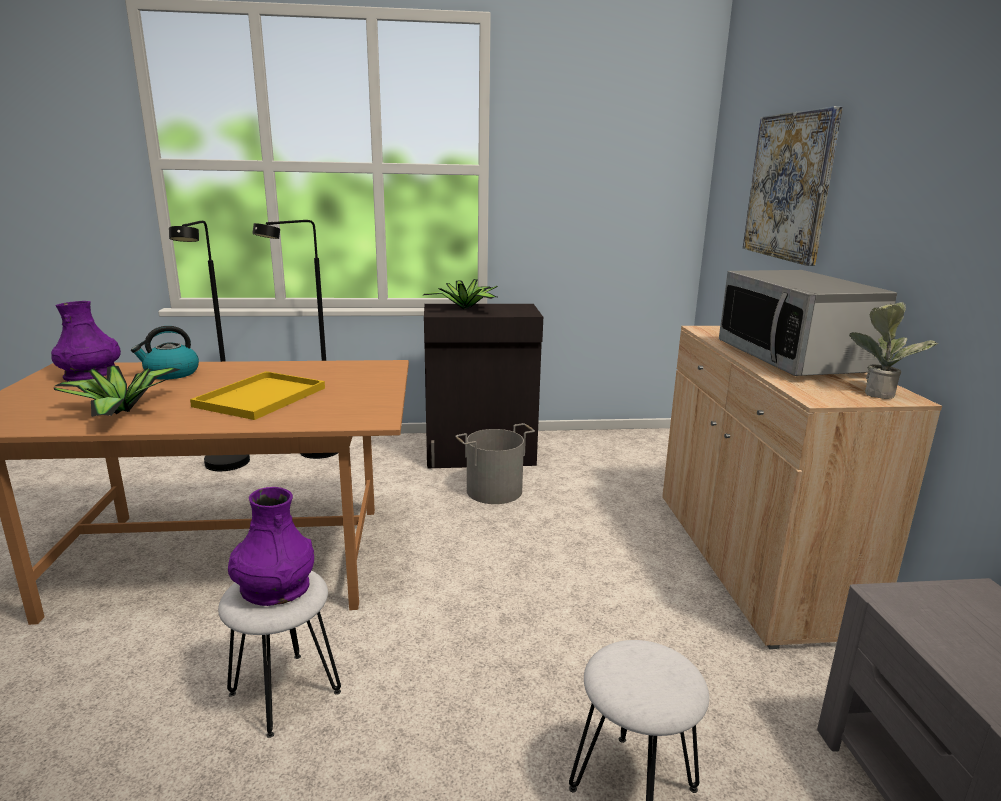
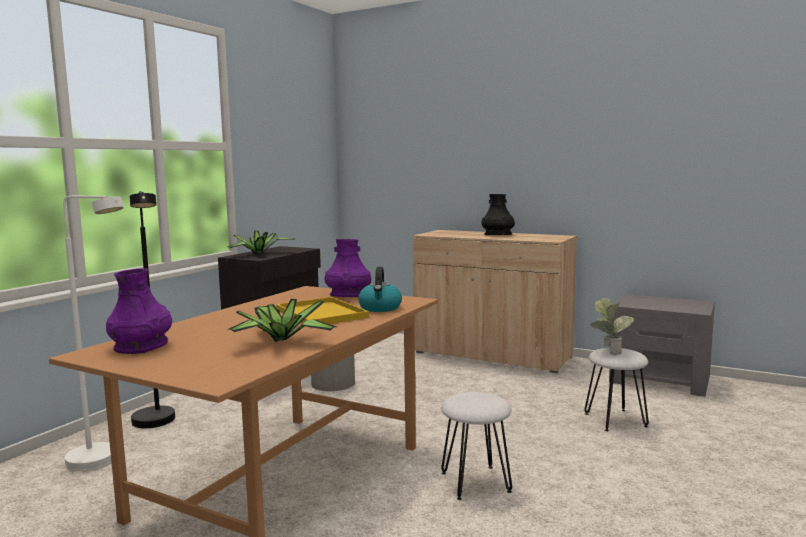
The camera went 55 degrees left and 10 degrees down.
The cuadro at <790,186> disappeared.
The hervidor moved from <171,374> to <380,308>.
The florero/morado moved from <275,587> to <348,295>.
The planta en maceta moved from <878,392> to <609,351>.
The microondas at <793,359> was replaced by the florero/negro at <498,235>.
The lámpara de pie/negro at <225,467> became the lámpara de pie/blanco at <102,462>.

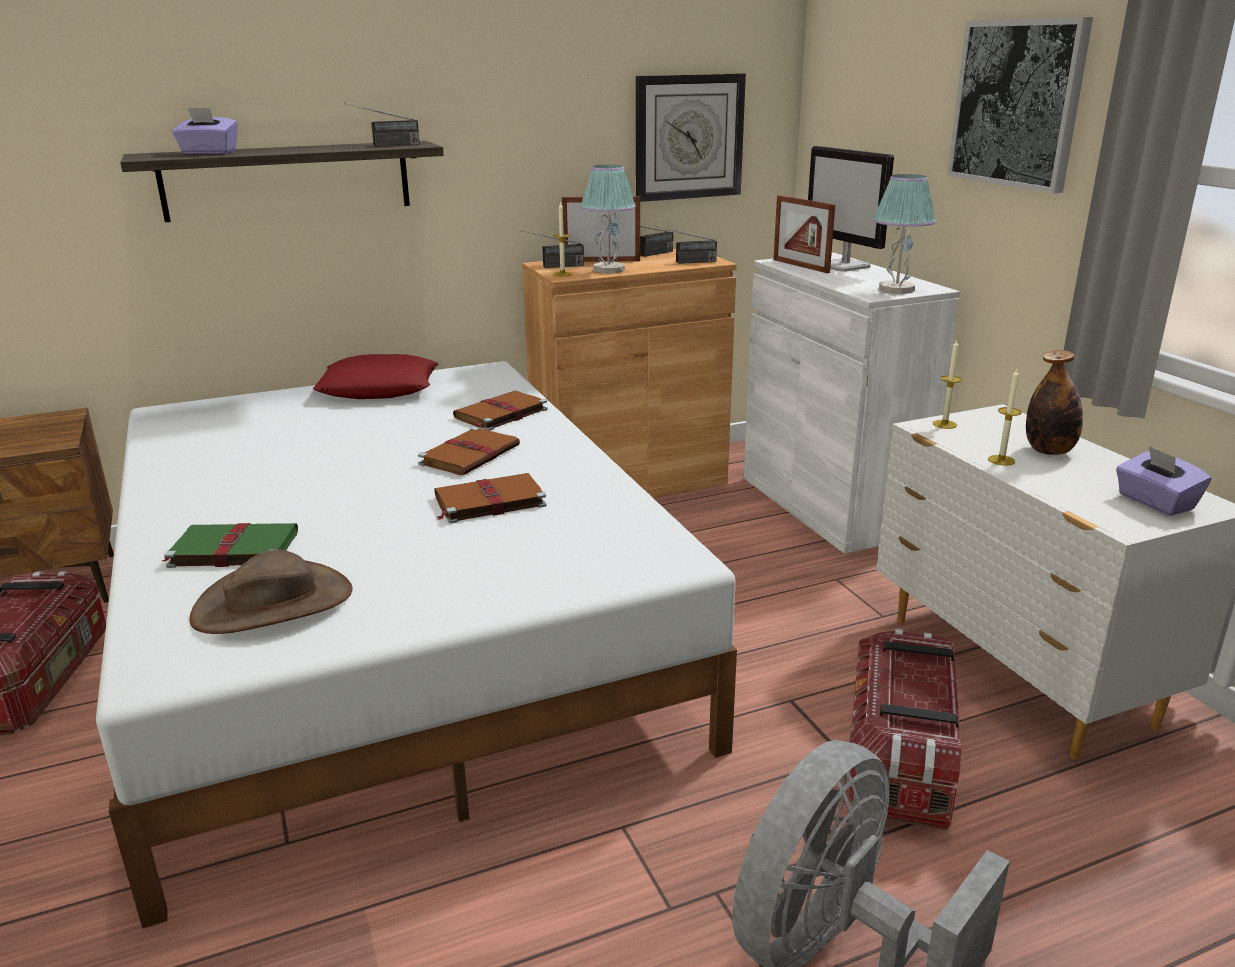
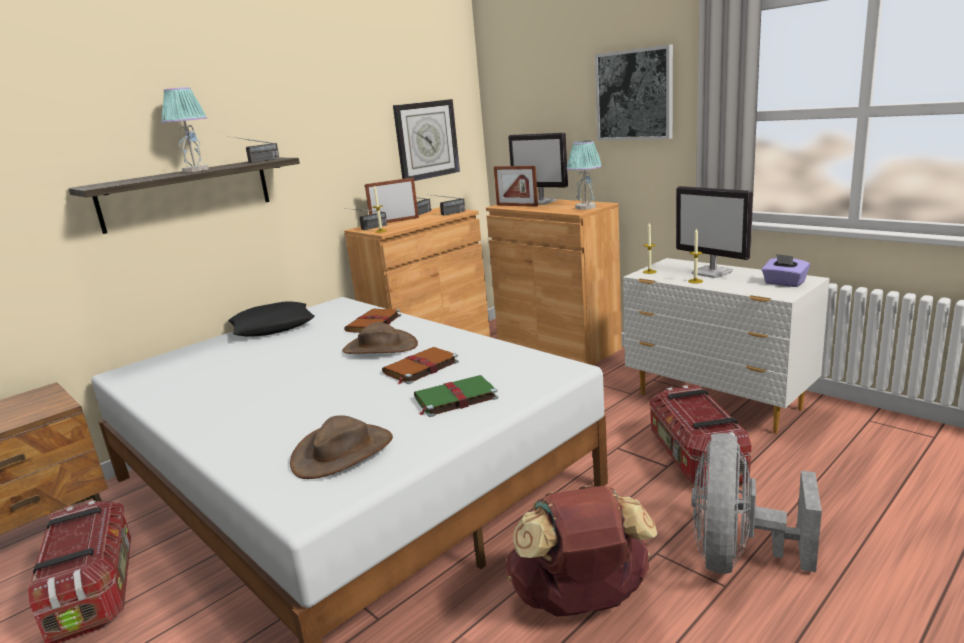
The camera went 20 degrees left and 5 degrees down.
The caja de pañuelos/morado at <209,153> disappeared.
The mochila/marrón at <580,601> appeared.
The libro/verde moved from <232,549> to <454,398>.
The lámpara de mesa moved from <608,270> to <196,170>.
The libro/marrón at <471,455> was replaced by the sombrero/marrón at <380,347>.
The botella at <1049,451> was replaced by the monitor at <712,273>.
The cojín/rojo at <379,388> became the cojín/negro at <273,327>.
The armario/blanco at <829,505> became the armario/marrón at <558,346>.

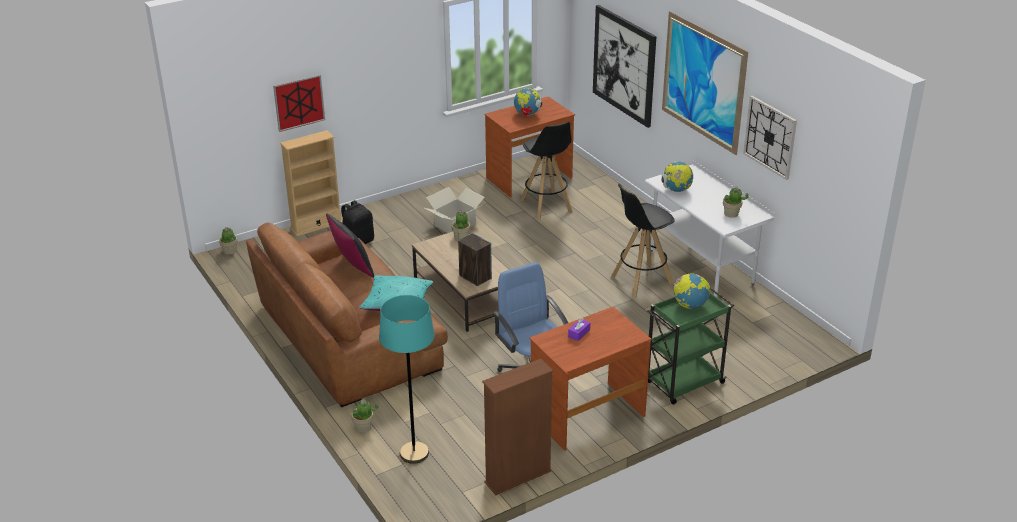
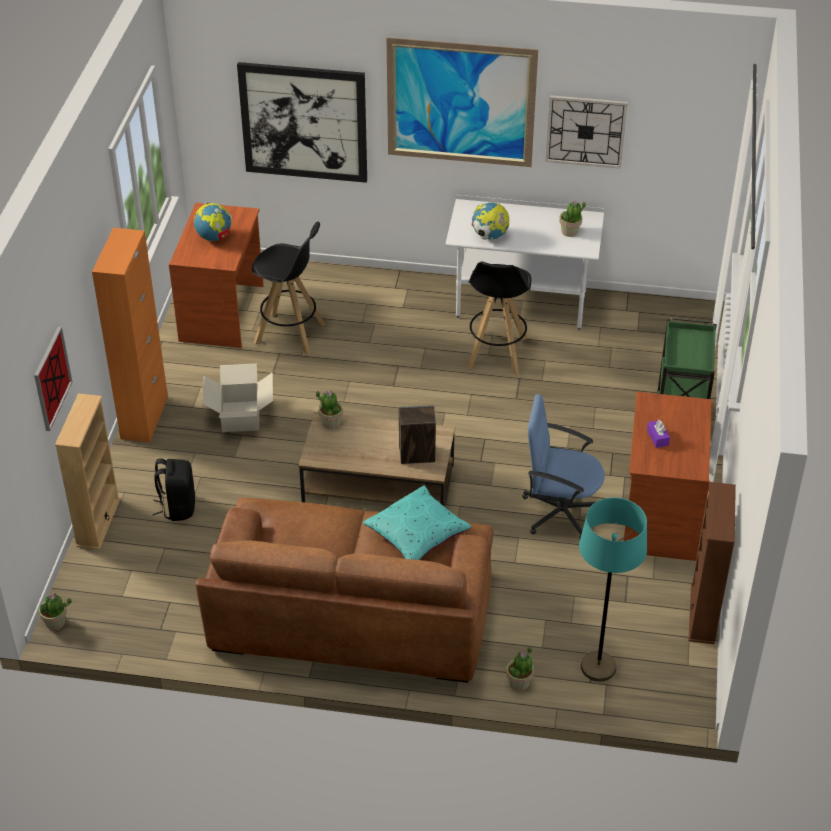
The camera went 50 degrees left and 10 degrees up.
The cojín/negro at <352,267> disappeared.
The globo terráqueo at <690,306> disappeared.
The armario/naranja at <144,417> appeared.

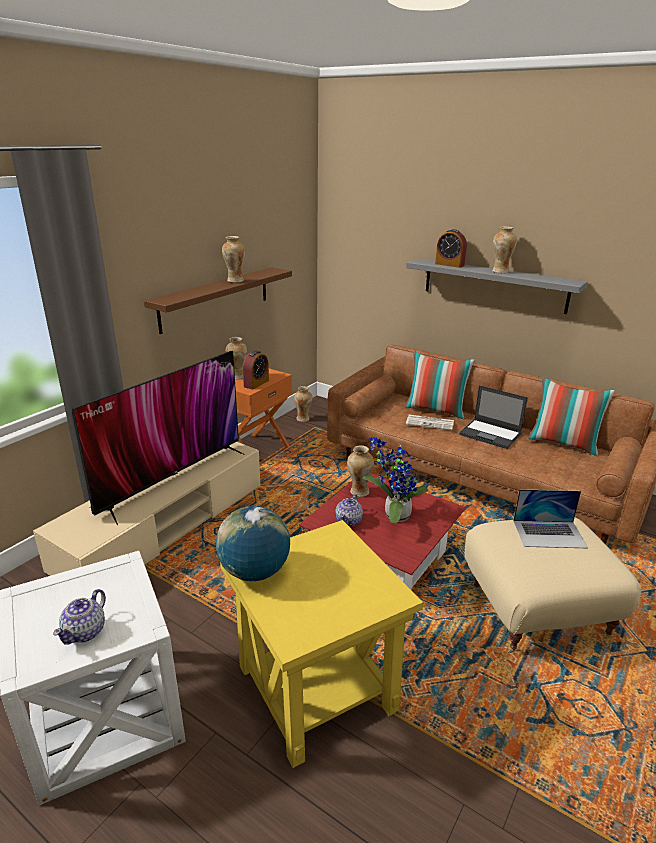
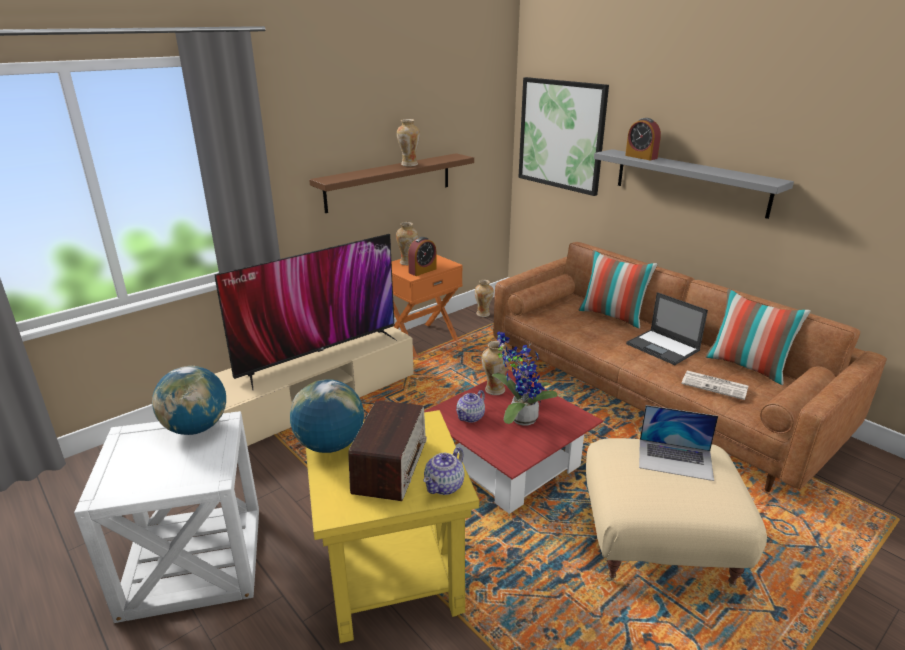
The camera went 15 degrees right and 0 degrees up.
The florero at <500,271> disappeared.
The globo terráqueo at <196,428> appeared.
The radio at <390,466> appeared.
The cuadro at <561,135> appeared.
The tetera moved from <85,631> to <445,485>.
The periódico moved from <430,423> to <715,385>.

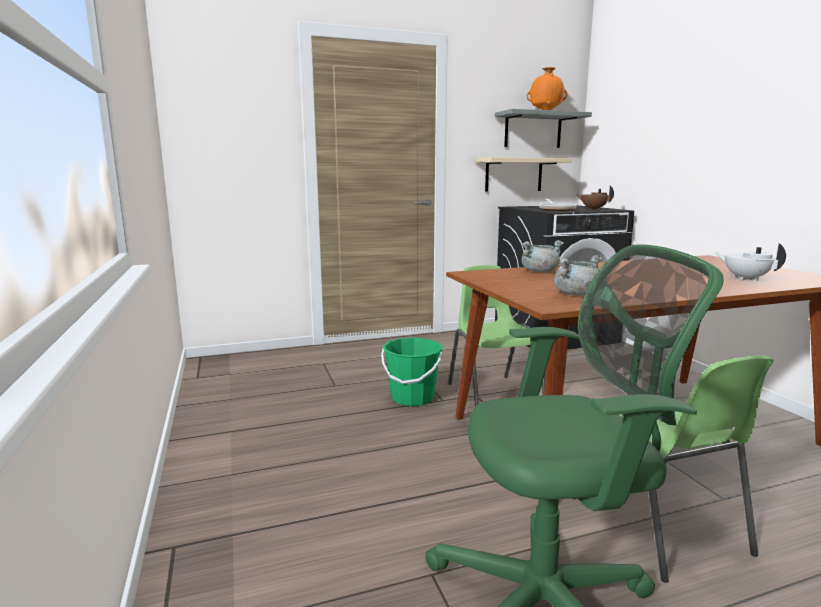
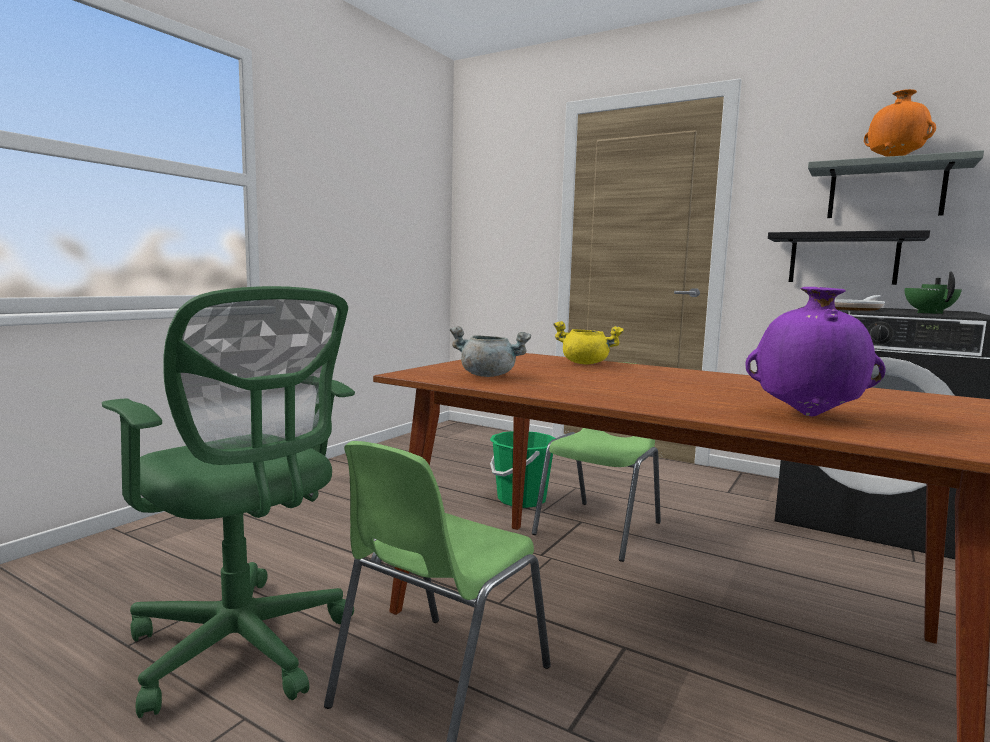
The camera went 50 degrees right and 5 degrees down.
The tetera/blanco at <745,279> was replaced by the florero/morado at <808,415>.
The estante/beis at <513,175> became the estante/negro at <843,259>.
The olla/gris at <539,271> became the olla/amarillo at <586,363>.
The tetera/marrón at <593,209> became the tetera/verde at <929,313>.

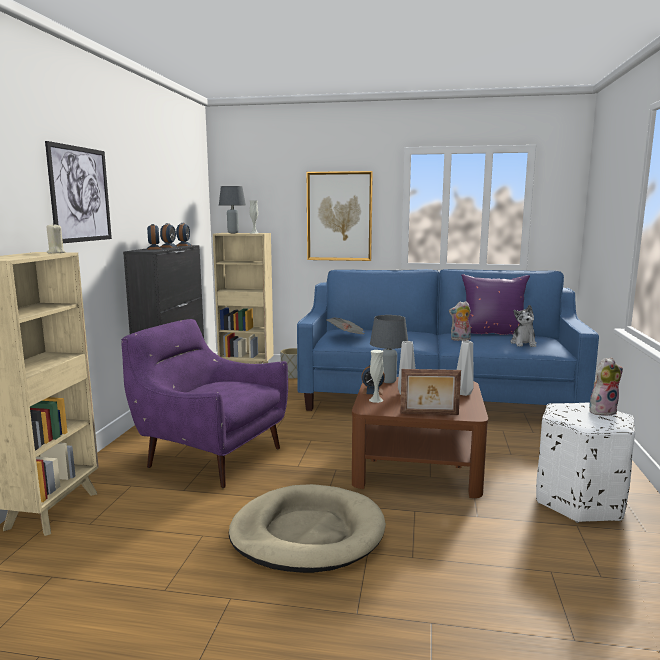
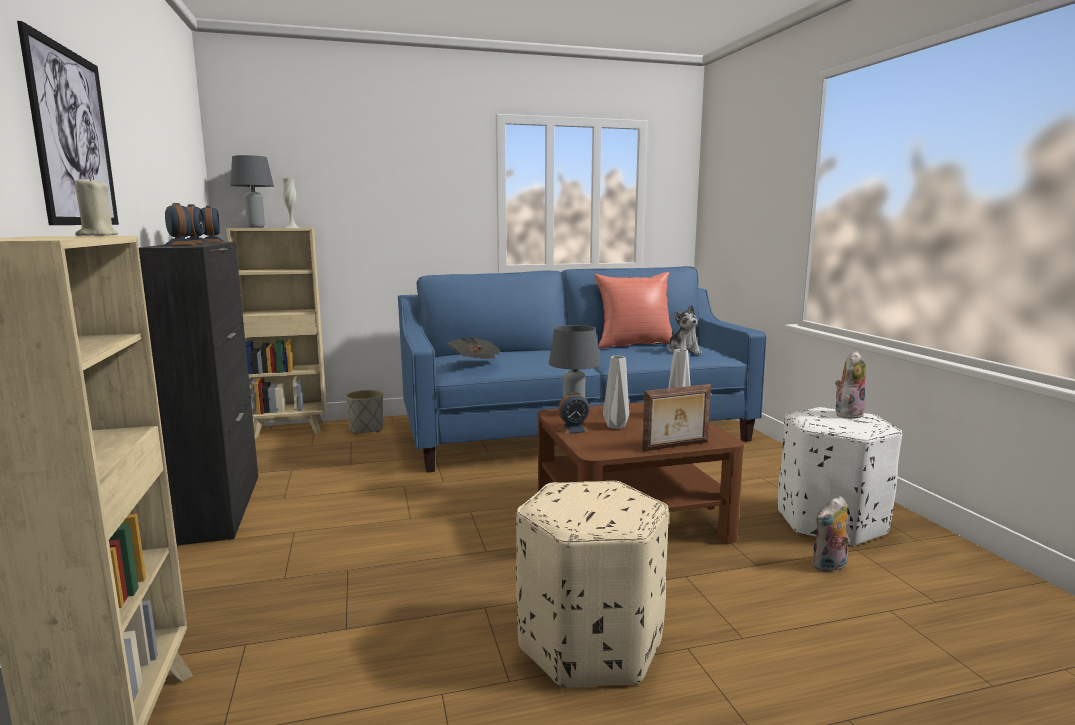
The camera went 25 degrees left and 0 degrees up.
The sillón/morado at <210,456> disappeared.
The cuadro at <339,216> disappeared.
The florero/blanco at <376,400> disappeared.
The peluche moved from <460,339> to <830,566>.
The cama para perro/beis at <307,533> was replaced by the puf/beis at <589,644>.
The cojín/morado at <492,333> became the cojín/rojo at <634,344>.

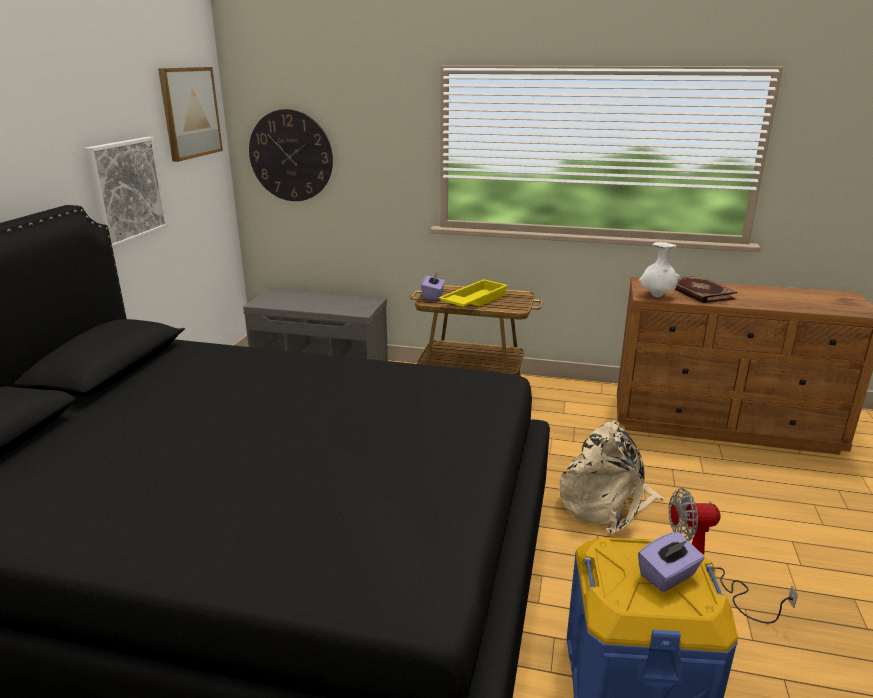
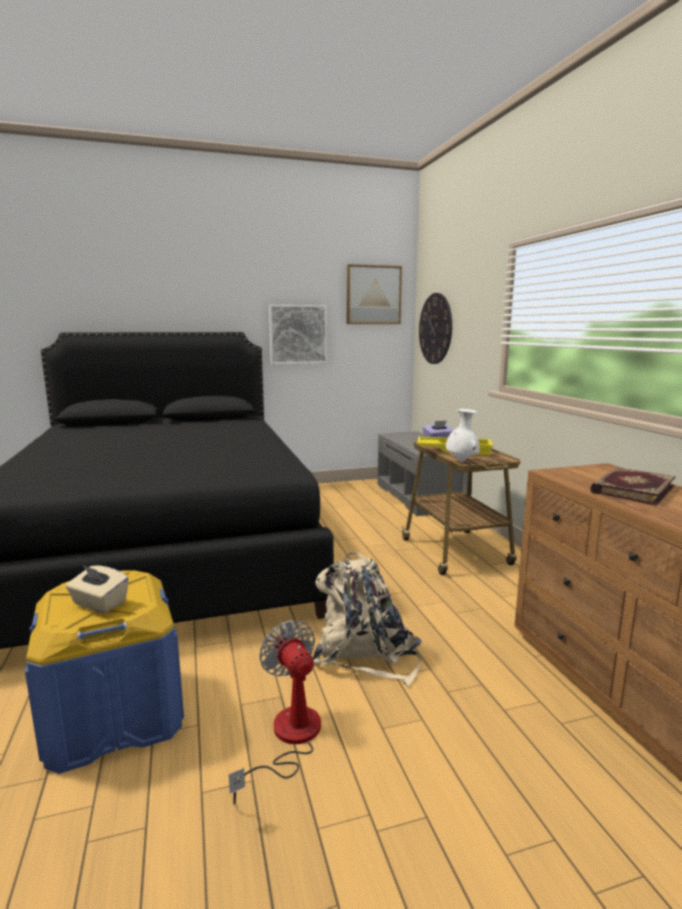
The camera went 60 degrees right and 10 degrees down.
The florero/blanco moved from <656,296> to <462,461>.
The caja de pañuelos/morado at <668,576> became the caja de pañuelos/beis at <99,603>.

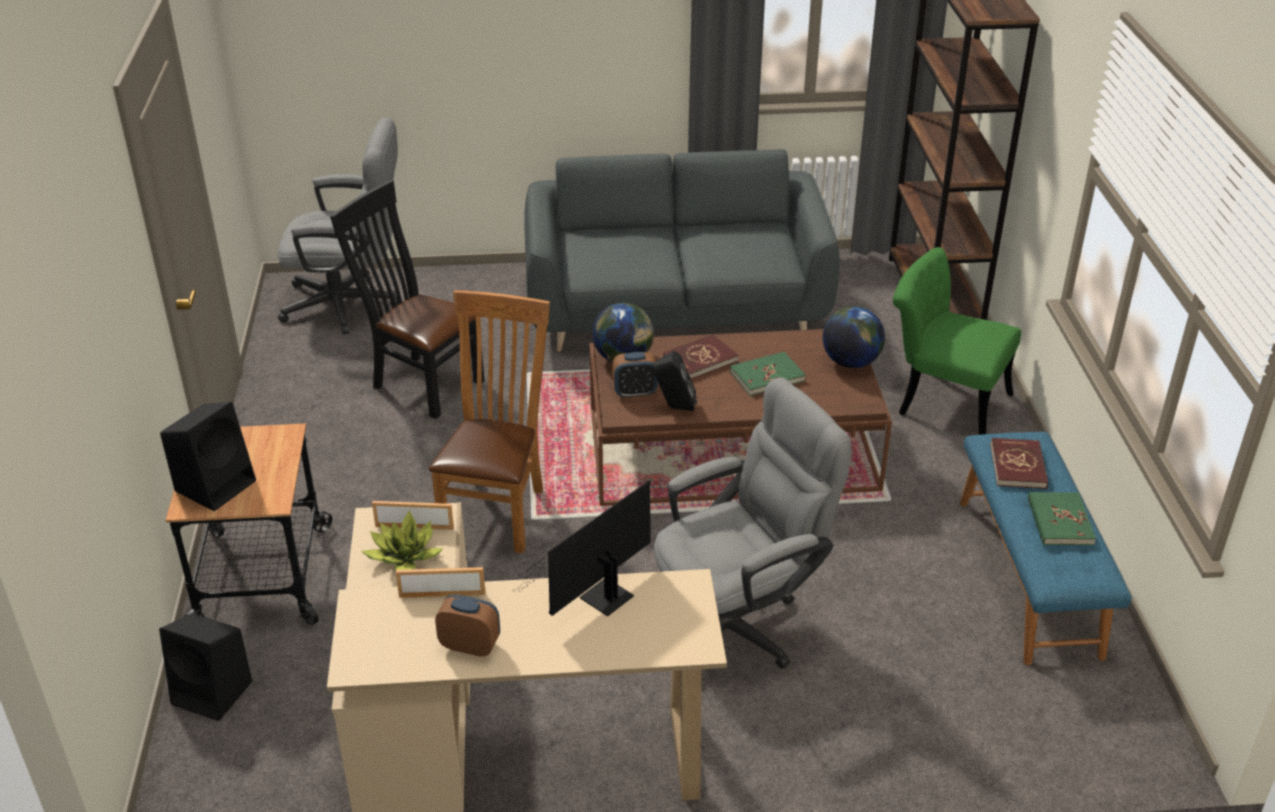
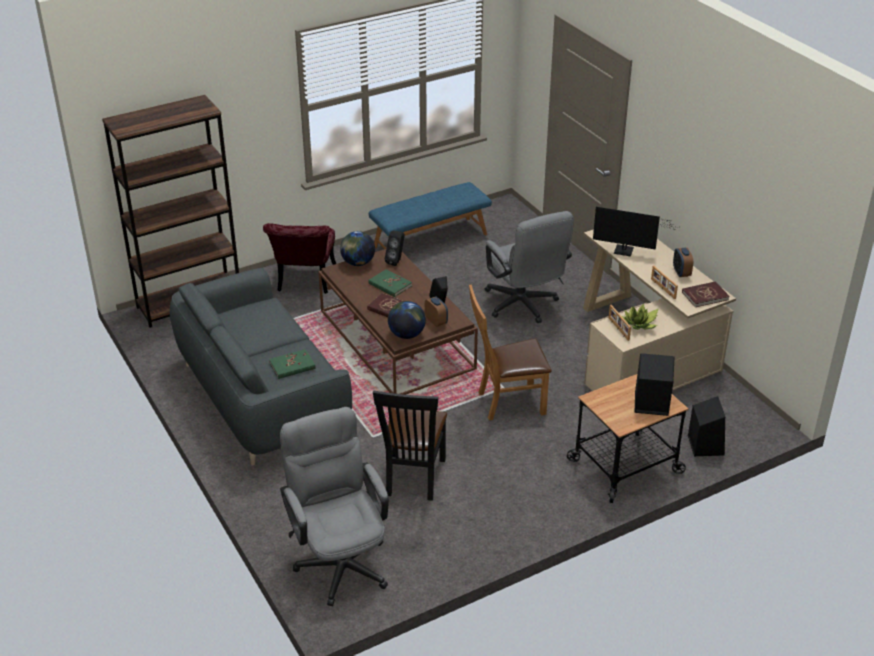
The camera went 115 degrees left and 0 degrees up.
The altavoz/negro at <396,261> appeared.
The libro/rojo moved from <1018,466> to <705,296>.
The libro/verde moved from <1059,521> to <292,366>.
The silla/verde at <942,401> became the silla/rojo at <305,282>.
The silla de oficina/gris at <738,623> turned 150 degrees counterclockwise.

